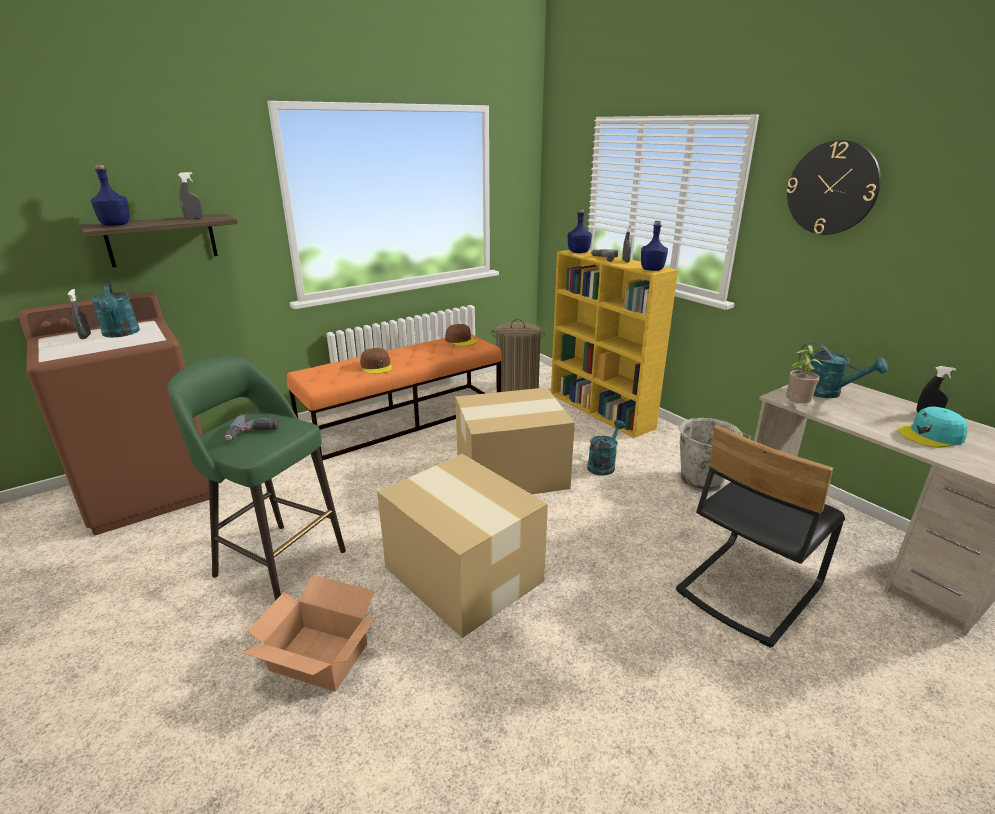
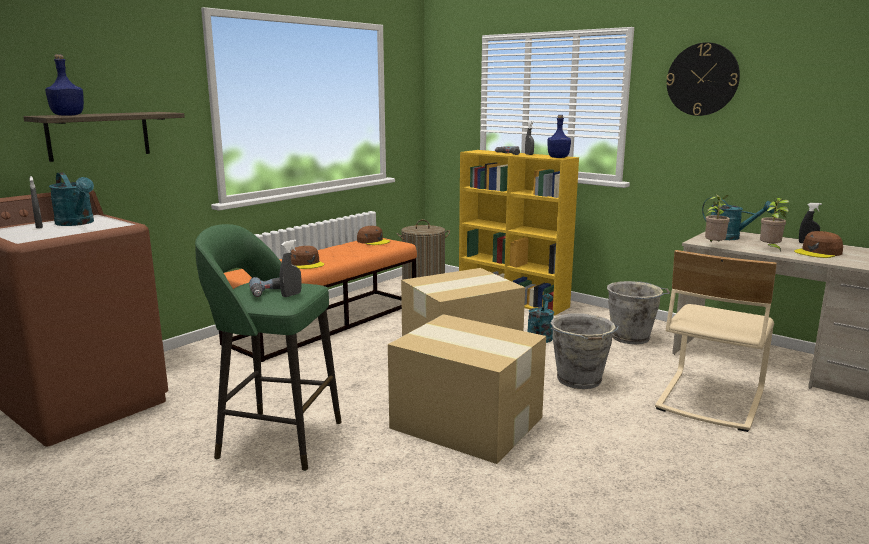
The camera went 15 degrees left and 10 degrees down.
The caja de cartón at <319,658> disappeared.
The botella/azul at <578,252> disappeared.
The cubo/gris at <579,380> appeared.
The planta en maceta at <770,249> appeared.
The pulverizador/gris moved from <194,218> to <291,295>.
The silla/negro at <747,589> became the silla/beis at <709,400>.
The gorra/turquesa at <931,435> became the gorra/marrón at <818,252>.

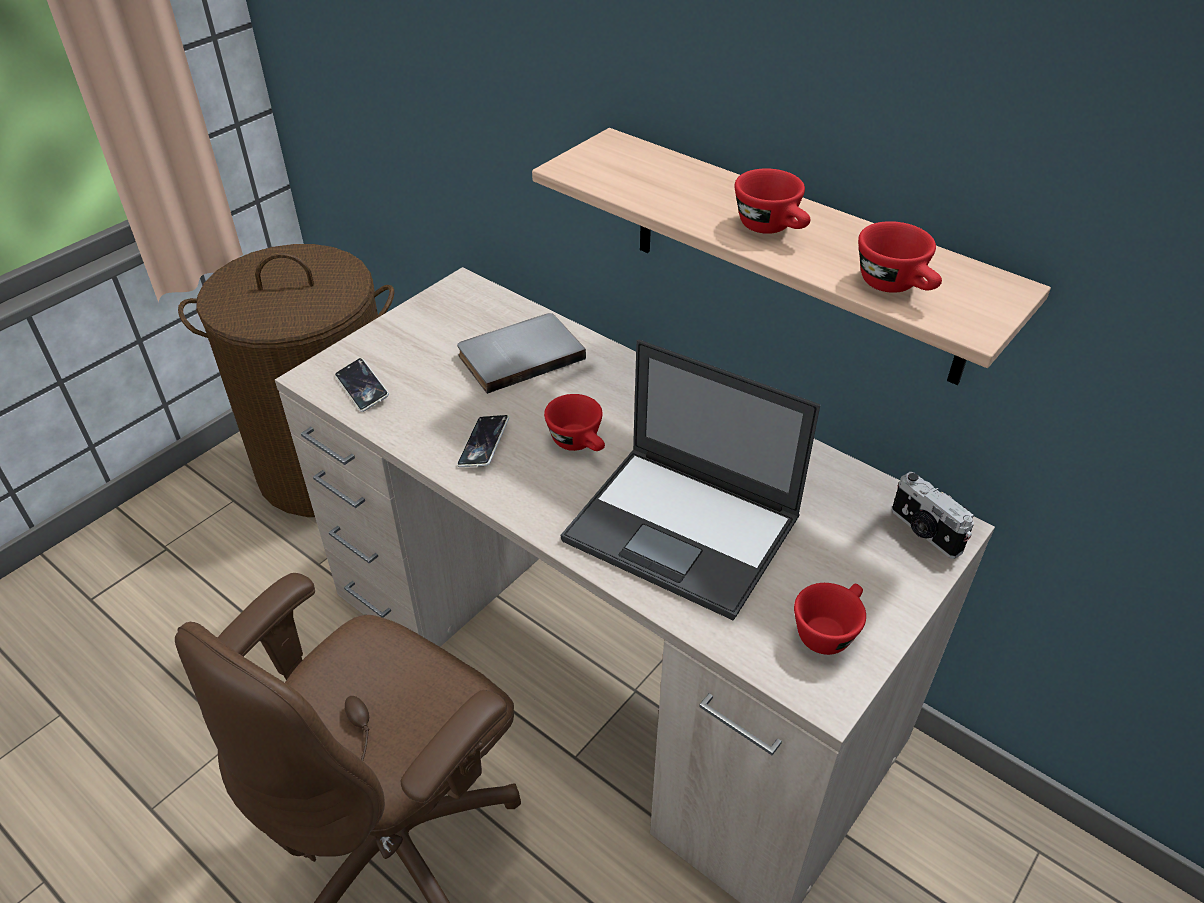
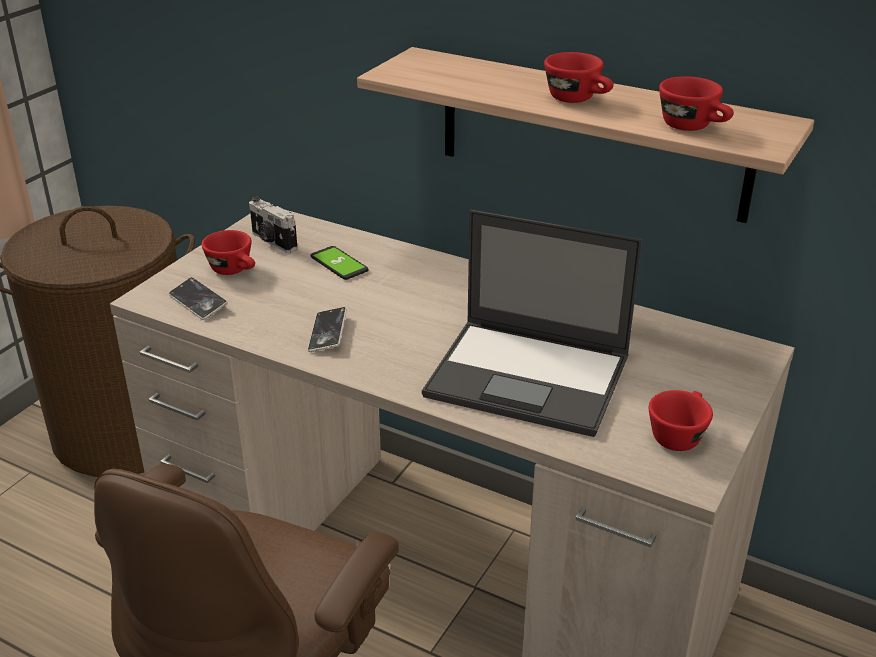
The camera went 10 degrees left and 10 degrees down.
The taza/rojo moved from <580,443> to <235,270>.
The cámara moved from <924,532> to <273,241>.
The libro/gris at <519,354> was replaced by the móvil at <339,264>.

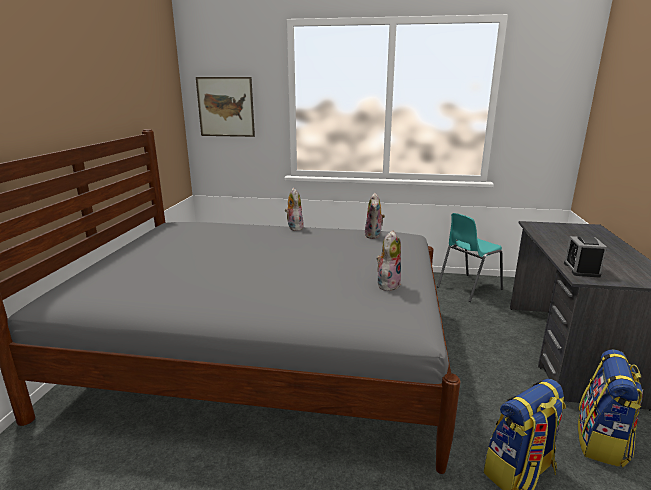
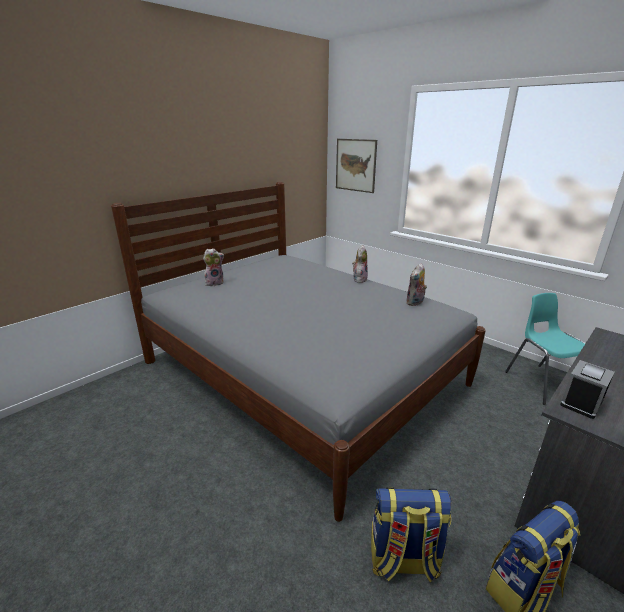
The camera went 35 degrees right and 5 degrees up.
The peluche moved from <387,284> to <215,283>.
The silla/turquesa at <468,288> turned 75 degrees clockwise.

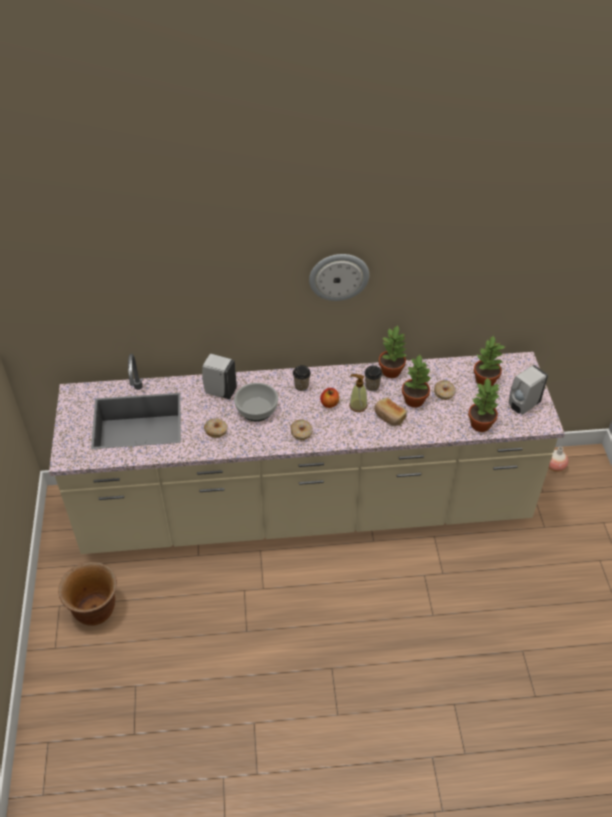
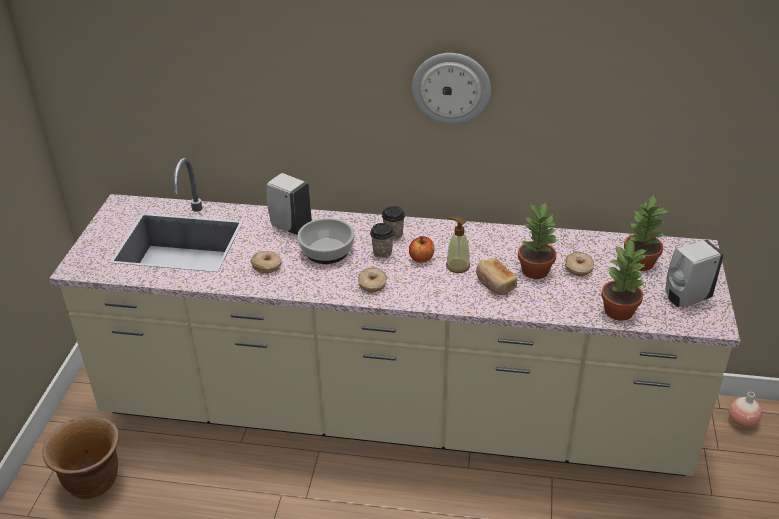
The camera went 15 degrees right and 10 degrees down.
The planta en maceta at <391,371> disappeared.
The taza moved from <372,386> to <382,253>.

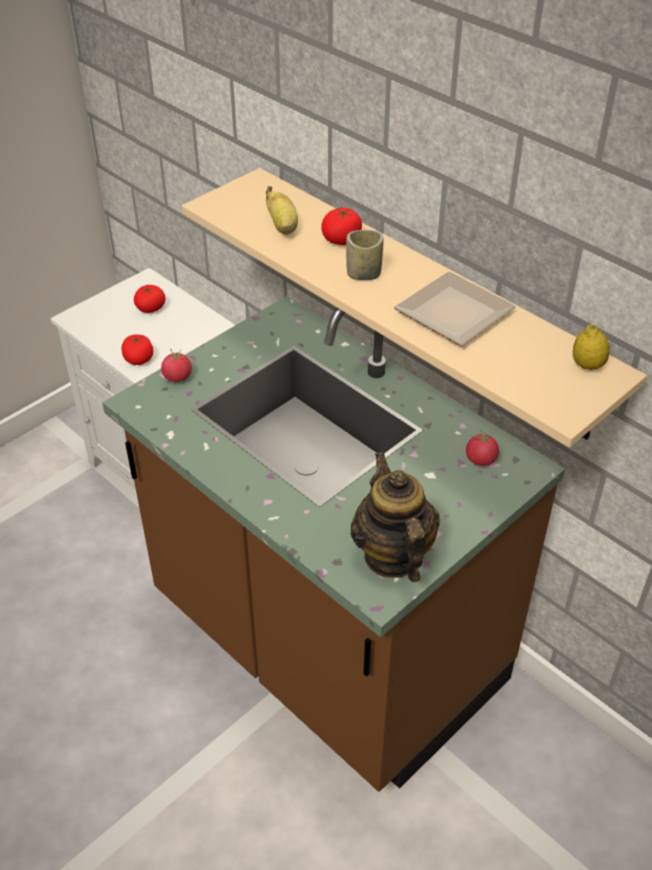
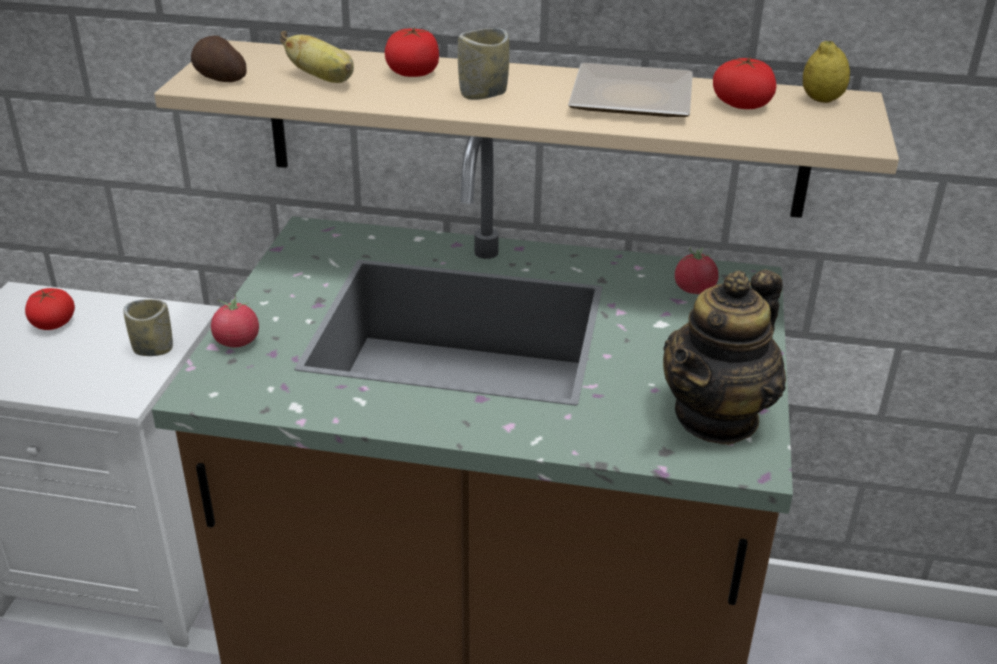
The camera went 35 degrees left and 10 degrees down.
The taza at <153,349> appeared.
The patata at <219,78> appeared.
The tomate moved from <139,359> to <741,104>.
The tetera at <392,555> turned 90 degrees counterclockwise.

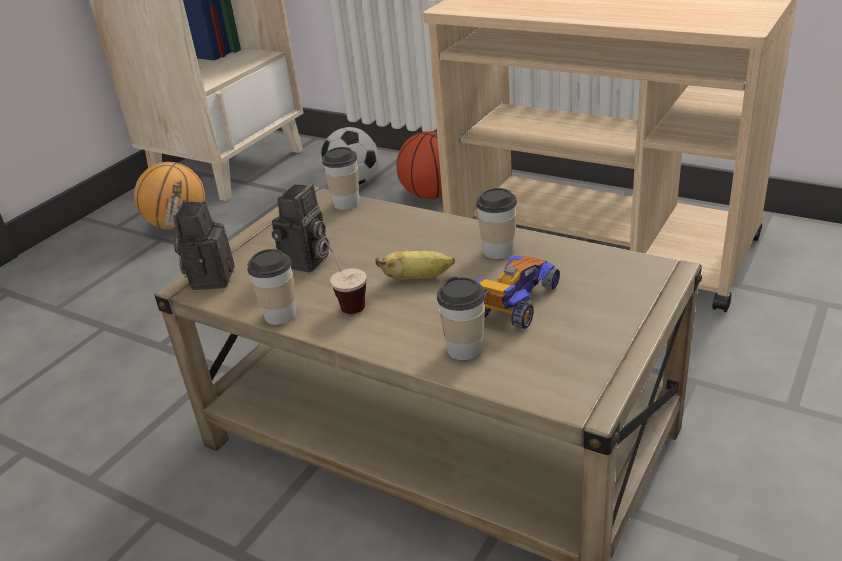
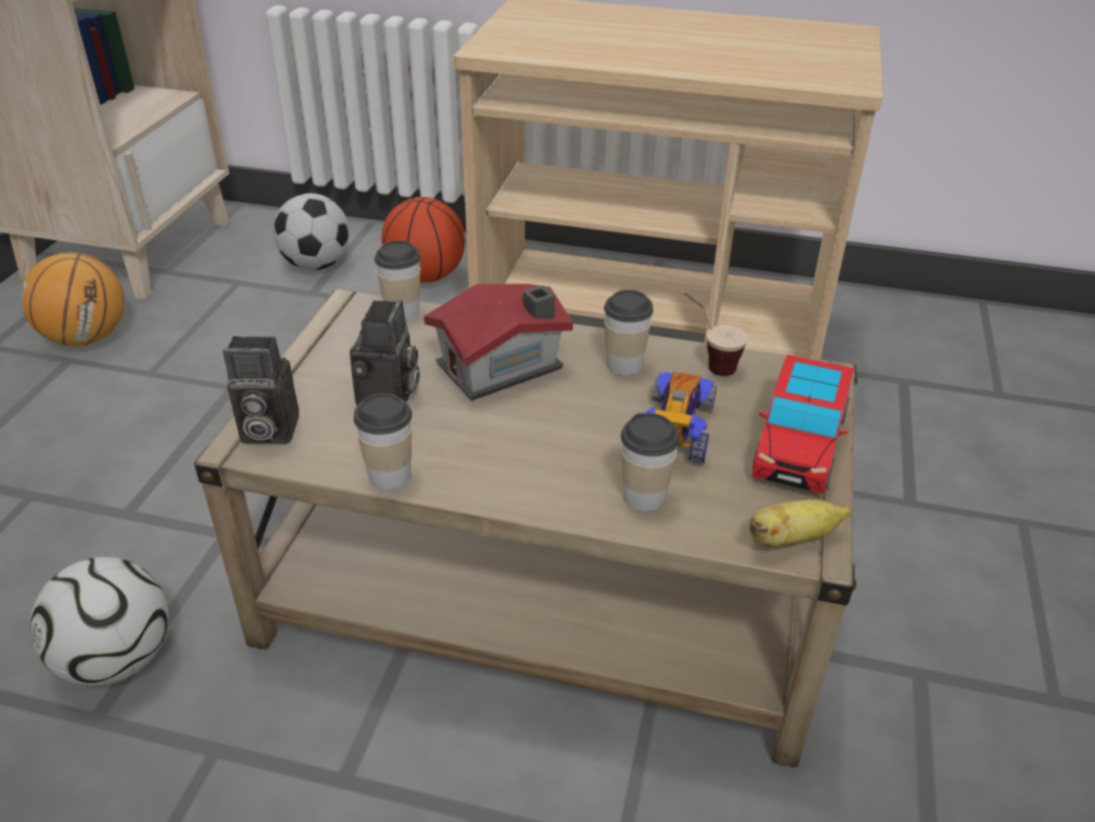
The camera went 20 degrees left and 5 degrees up.
The balón de fútbol at <116,660> appeared.
The casita at <504,367> appeared.
The coche de juguete at <799,442> appeared.
The taza moved from <346,301> to <708,362>.
The plátano moved from <417,278> to <792,539>.
The cámara at <210,277> turned 75 degrees counterclockwise.

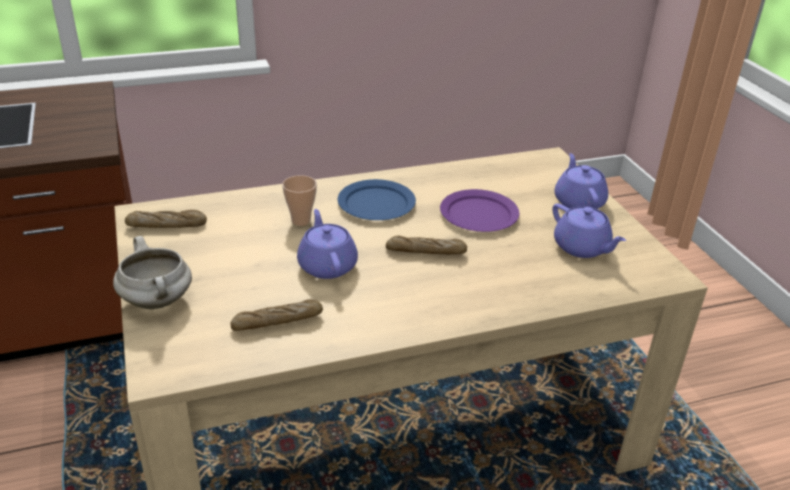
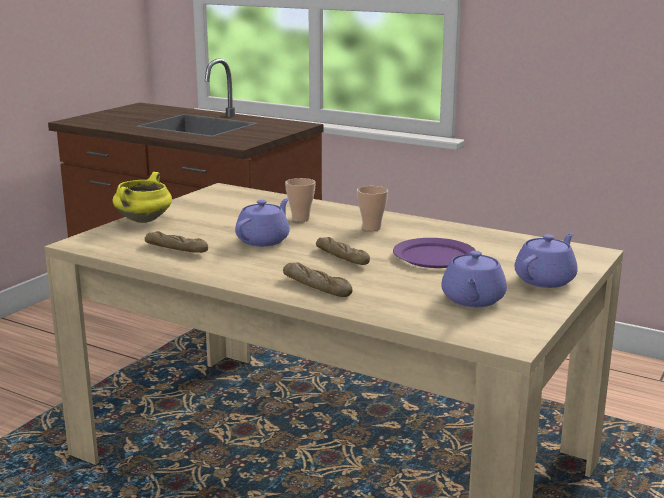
The camera went 50 degrees right and 15 degrees down.
The pan moved from <167,225> to <316,287>.
The plato/azul at <377,203> was replaced by the taza at <371,228>.
The olla/blanco at <158,301> became the olla/amarillo at <144,221>.

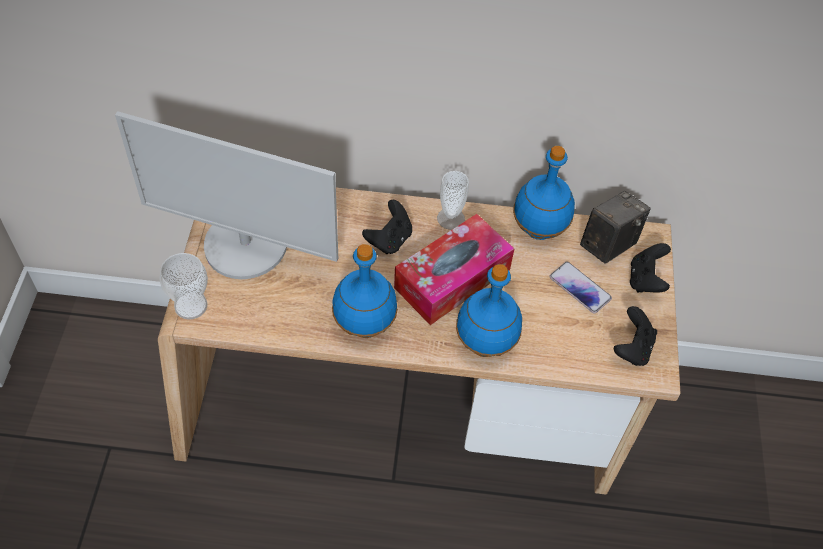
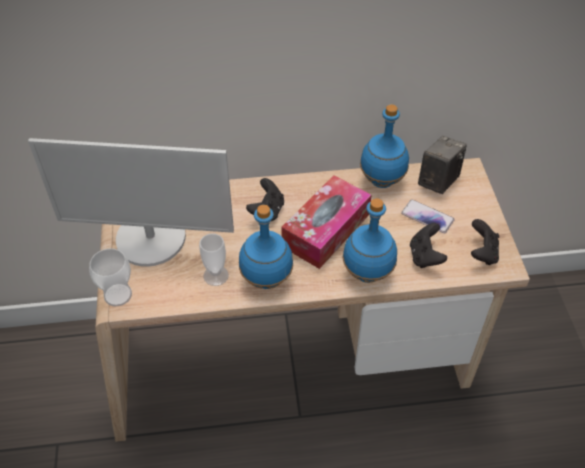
The camera went 10 degrees left and 5 degrees down.
The taza moved from <450,218> to <216,275>.
The mando de consola/negro moved from <645,280> to <425,256>.

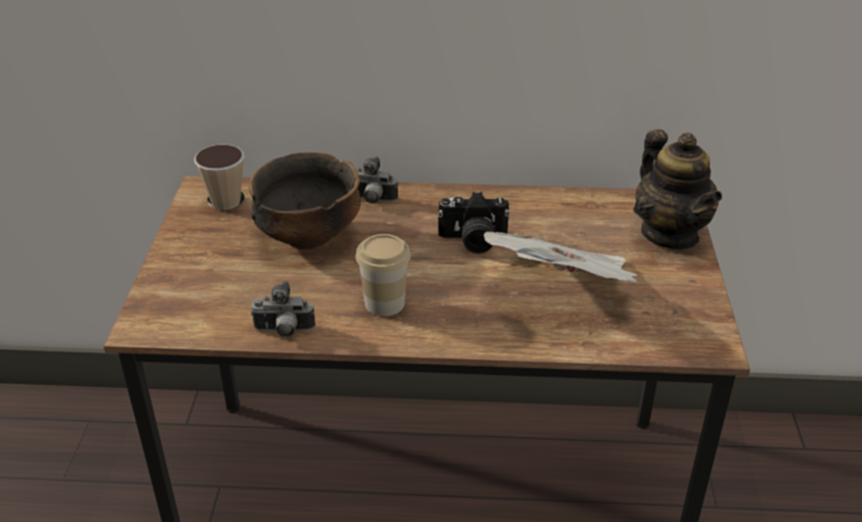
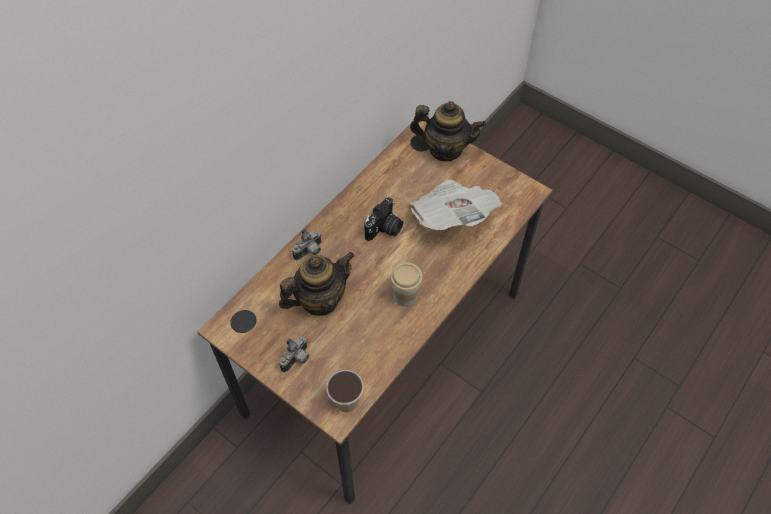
The camera went 55 degrees left and 20 degrees up.
The taza moved from <226,202> to <346,402>.
The cámara moved from <284,332> to <297,360>.
The cuenco at <308,237> was replaced by the tetera at <319,299>.

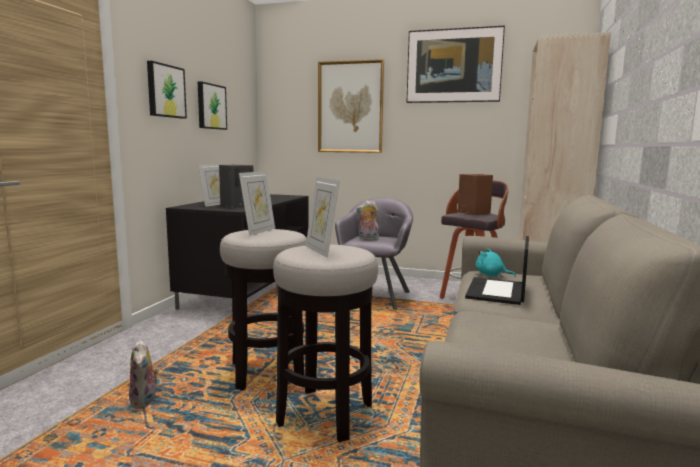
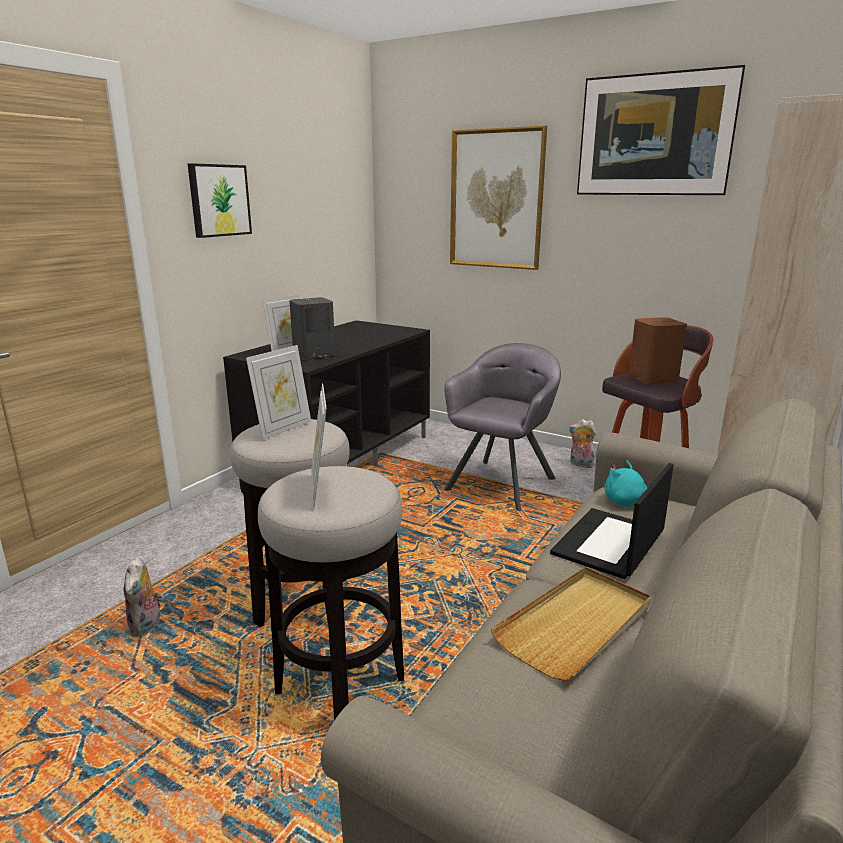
The camera went 15 degrees right and 10 degrees up.
The cuadro at <211,106> disappeared.
The bandeja/beis at <576,625> appeared.
The peluche moved from <367,239> to <580,464>.

